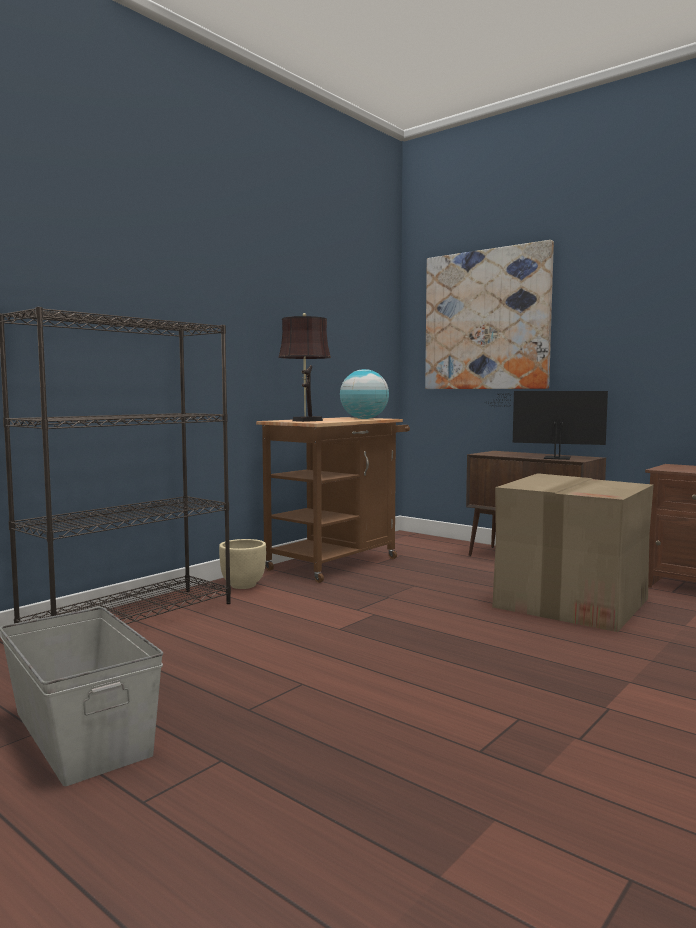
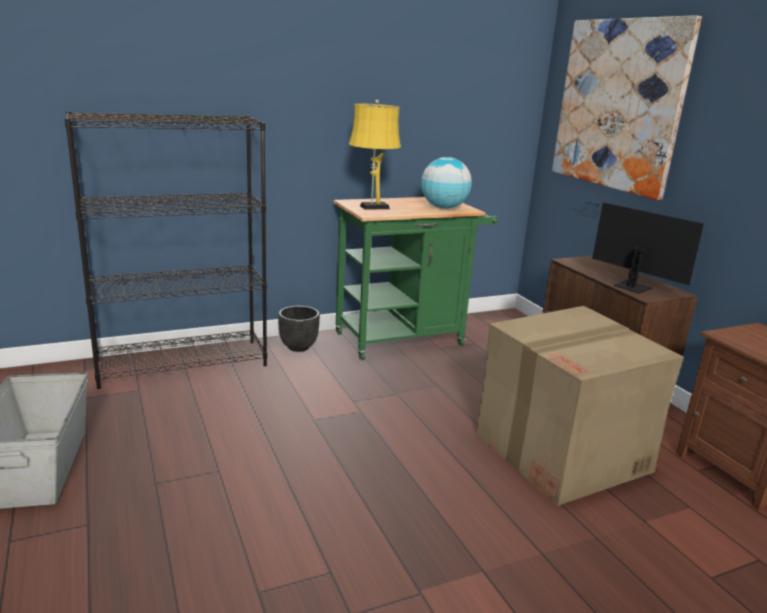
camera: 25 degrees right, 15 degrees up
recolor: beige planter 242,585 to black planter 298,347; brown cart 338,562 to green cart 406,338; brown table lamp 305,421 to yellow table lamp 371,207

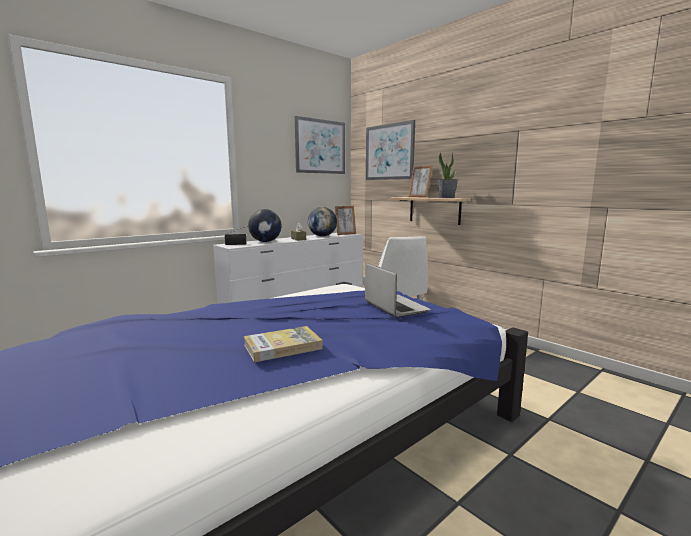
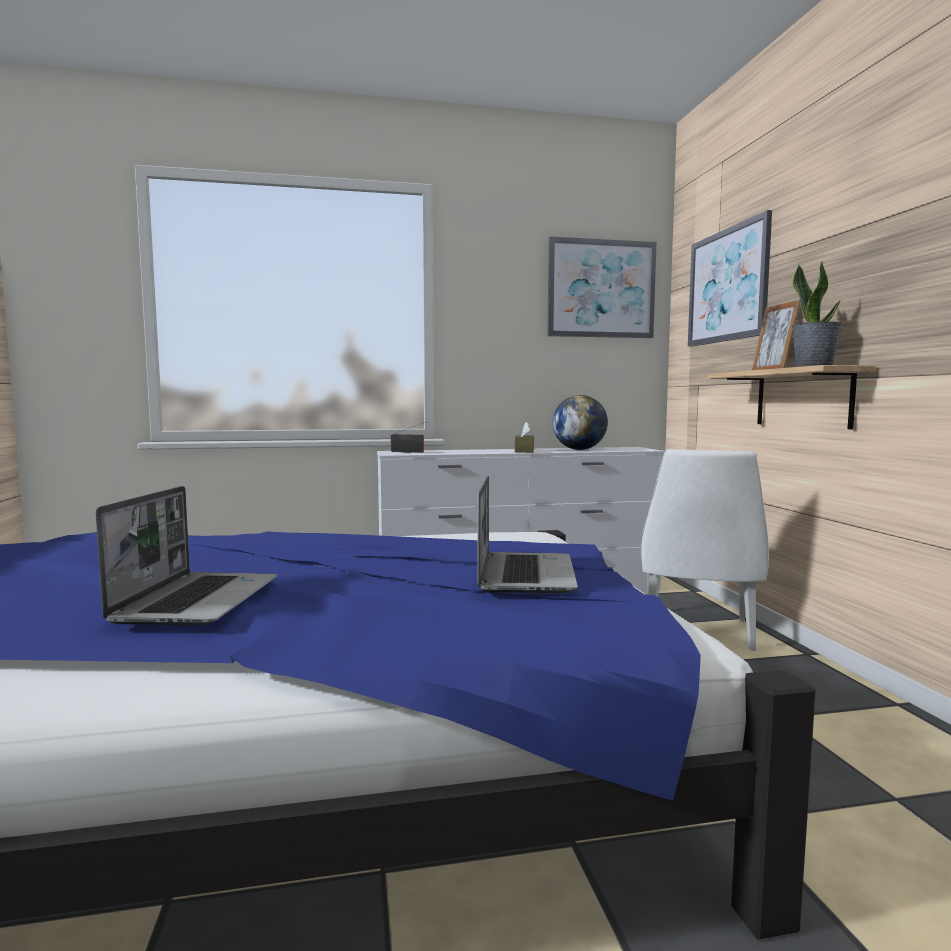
camera: 30 degrees right, 5 degrees down
delete: globe 265,241; picture frame 345,234
replace: book 282,347 to laptop 197,600

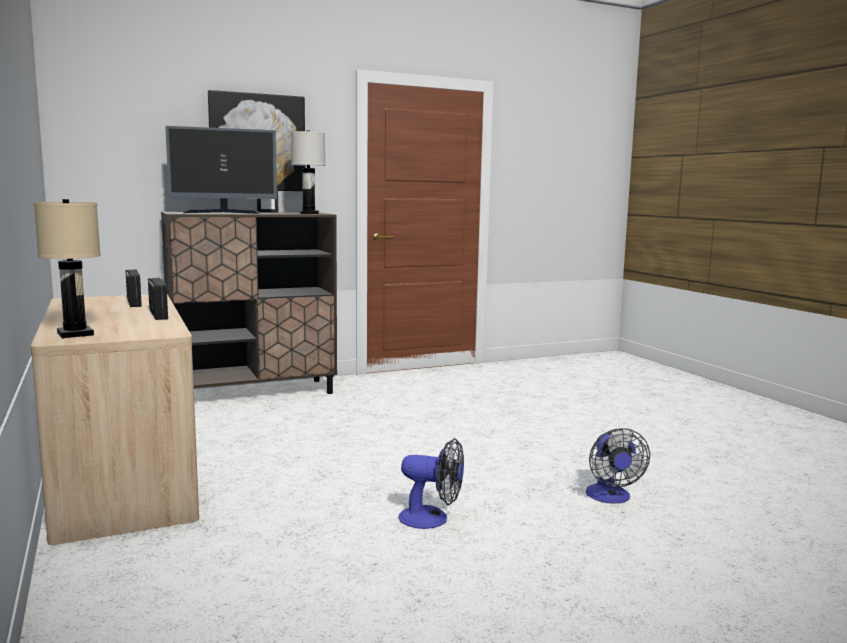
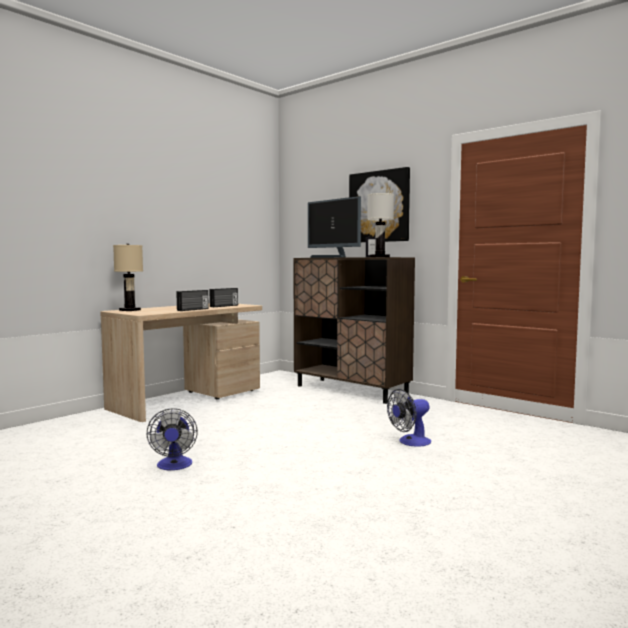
camera: 65 degrees right, 5 degrees down
move: fan 610,497 to 410,442

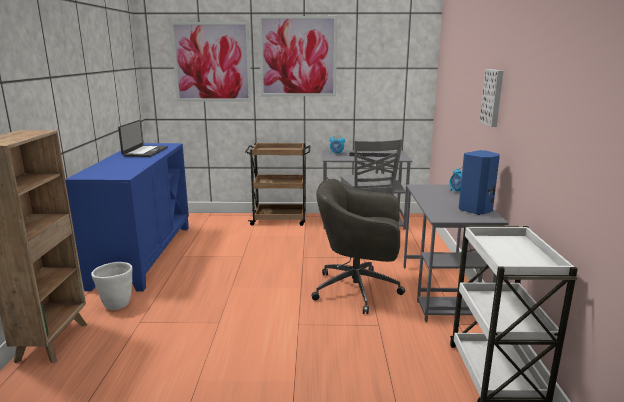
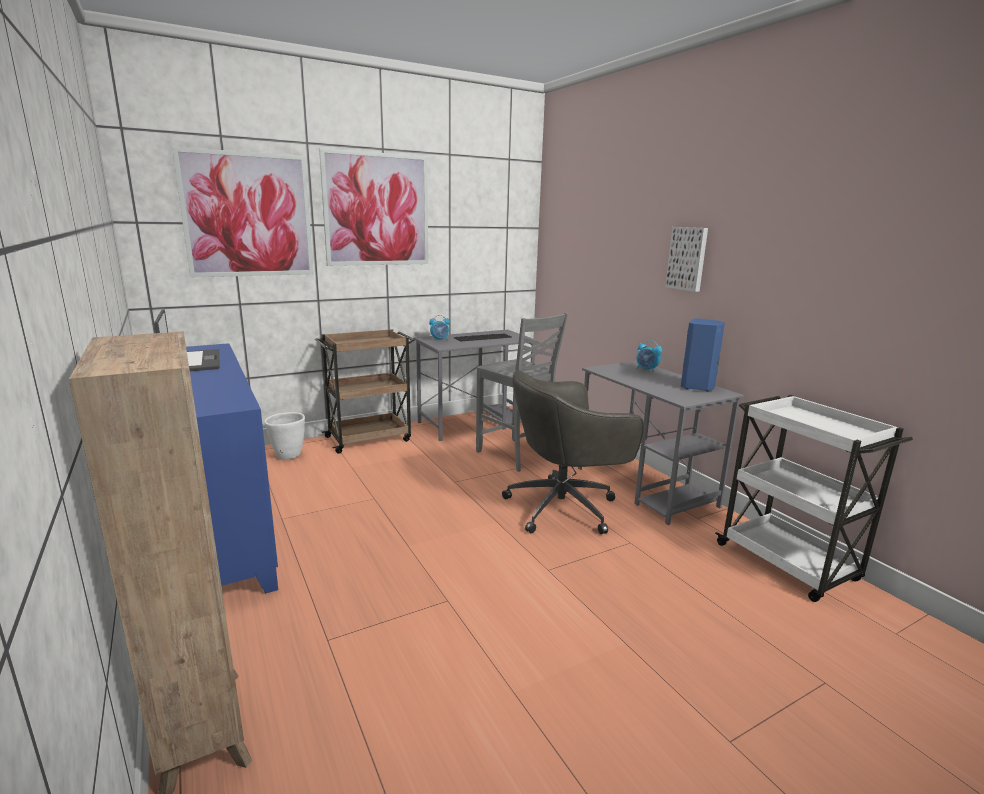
camera: 30 degrees left, 0 degrees up
move: white planter 116,305 to 288,455

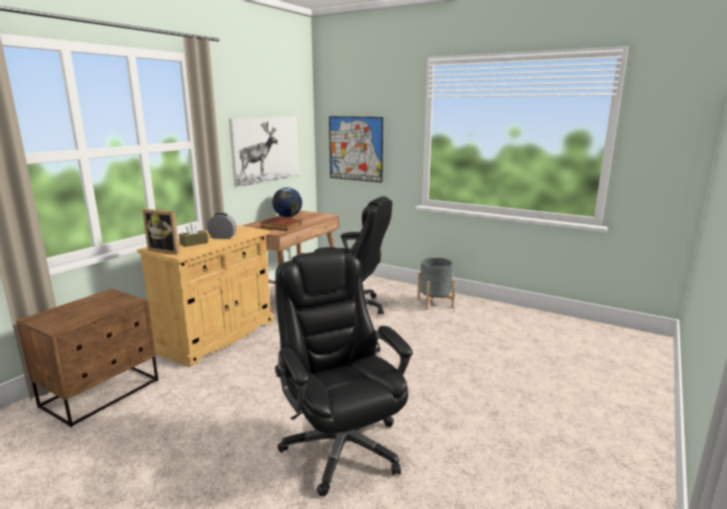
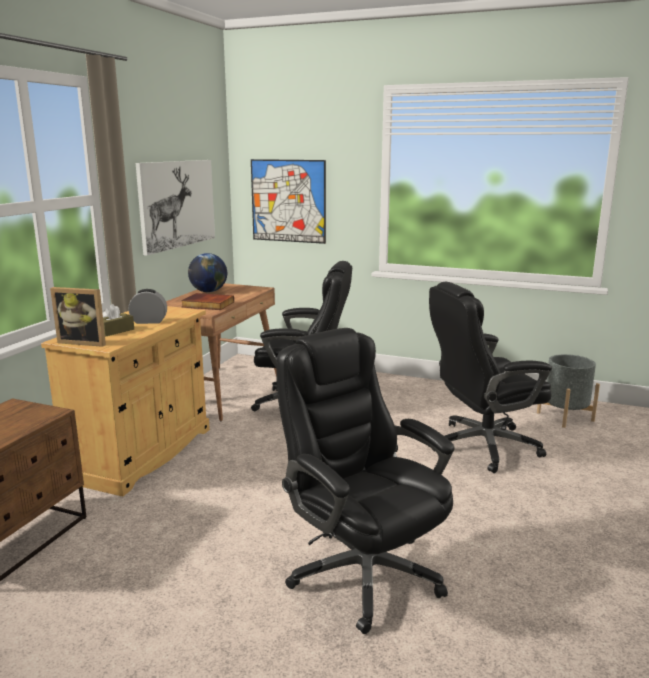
camera: 10 degrees left, 0 degrees up
insert: black office chair 482,446
move: grey planter 435,303 to 565,416

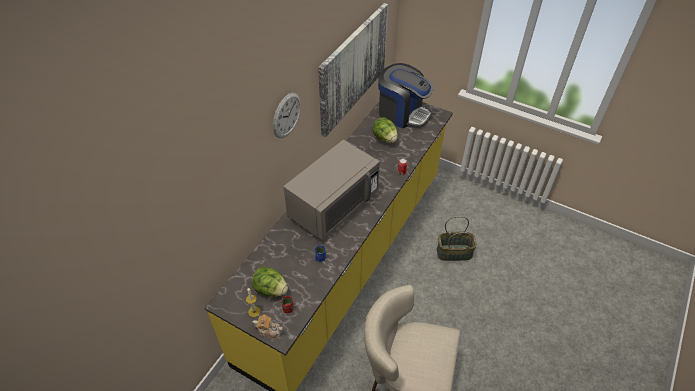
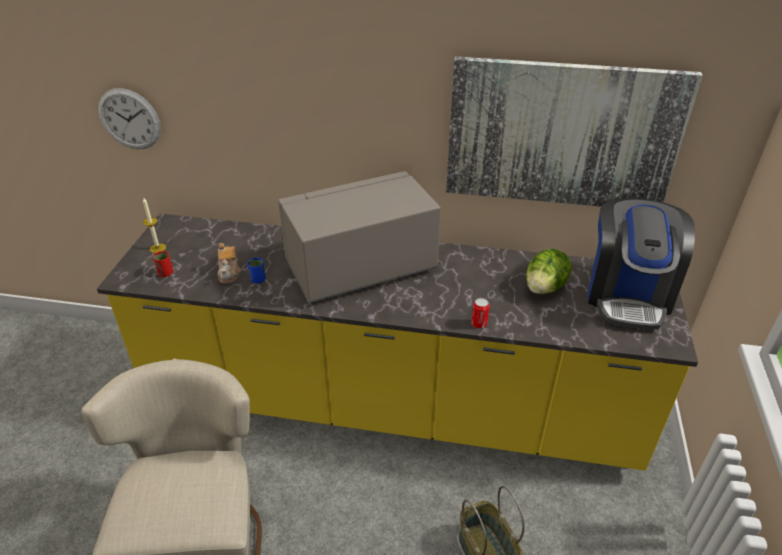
camera: 70 degrees right, 10 degrees down
delete: lettuce 270,289
move: teapot 269,330 to 229,273; wall clock 286,115 to 129,119
rotate: grey microwave 333,206 = 360,268 135 degrees clockwise

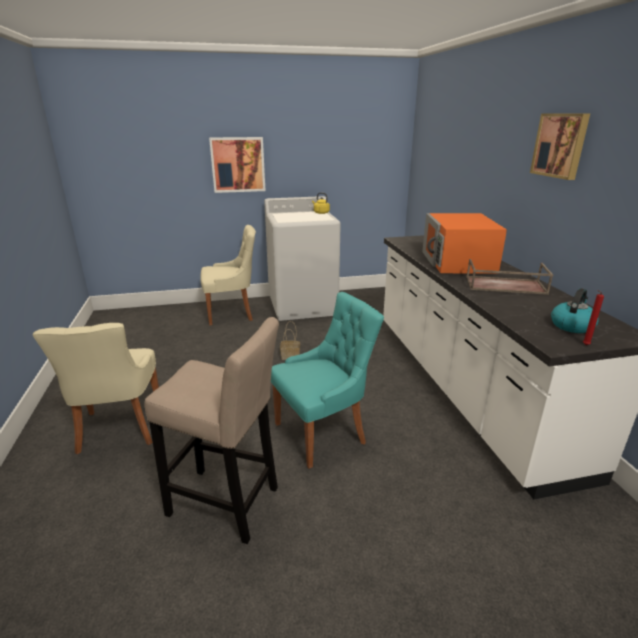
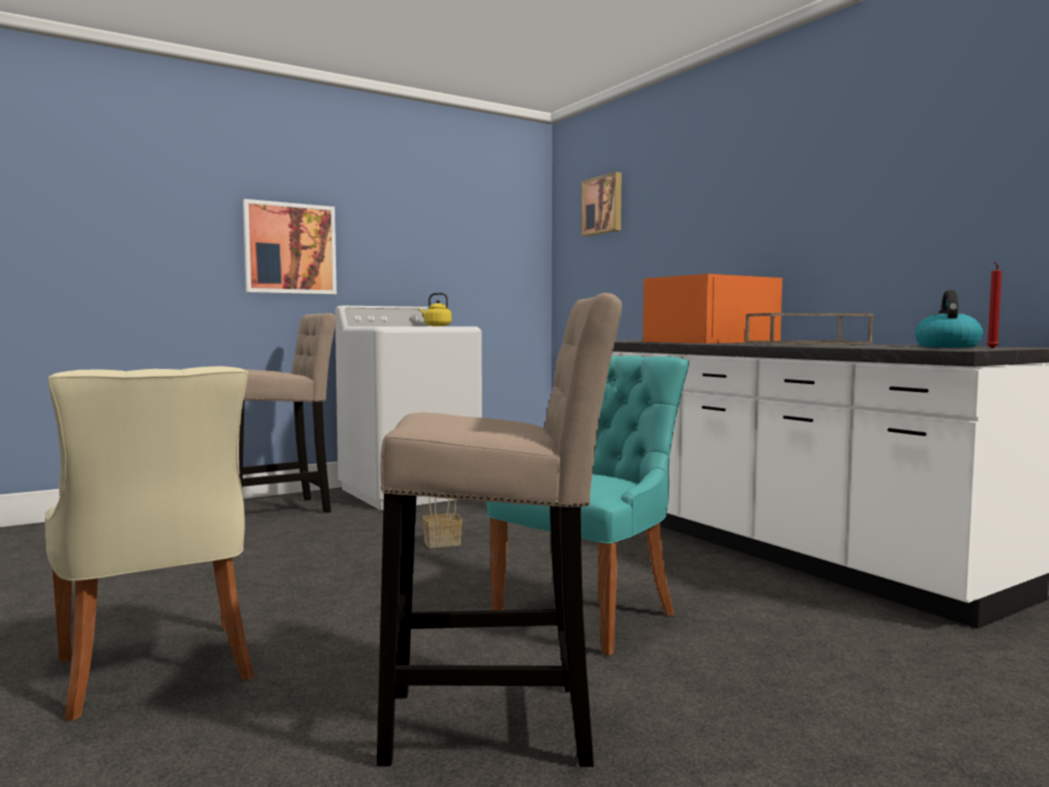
camera: 20 degrees left, 20 degrees down
move: picture 560,145 to 603,205
replace: beige chair 232,313 to beige stool 282,510
rotate: orange microwave 458,262 = 709,342 75 degrees clockwise

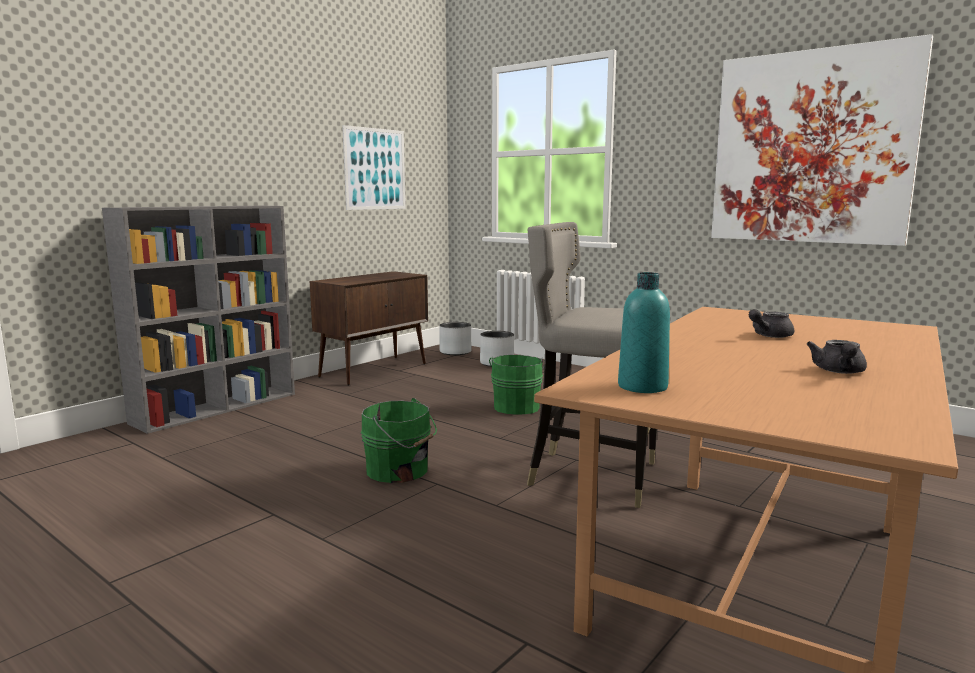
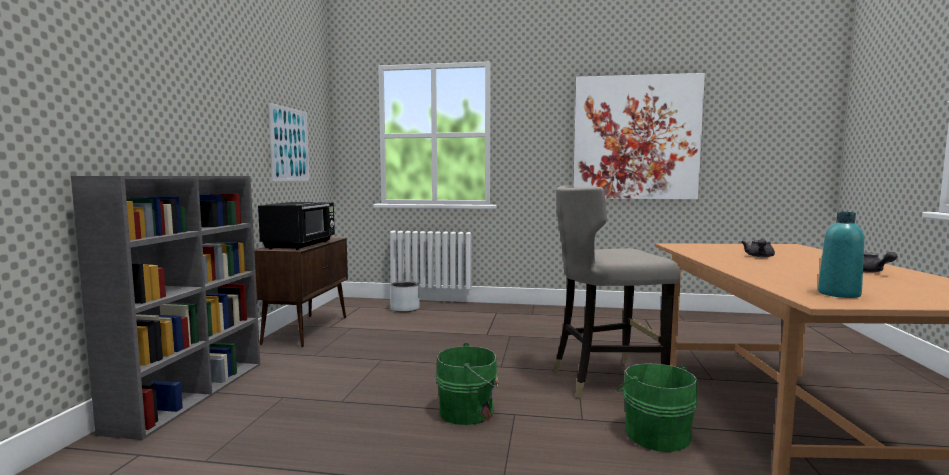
camera: 30 degrees left, 5 degrees down
delete: grey planter 455,352
insert: black microwave 301,245
move: green bucket 517,406 to 655,434

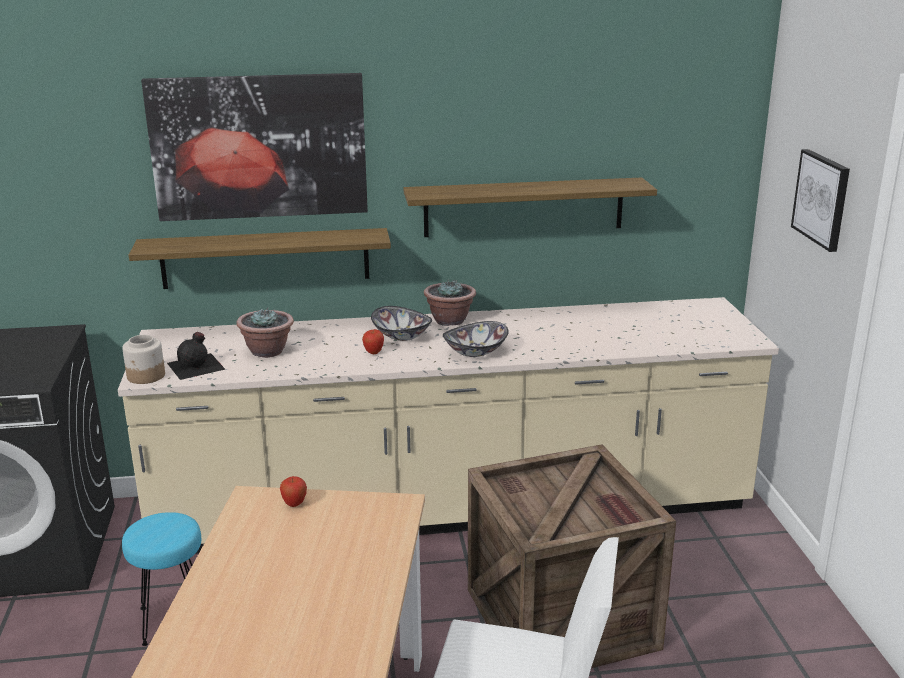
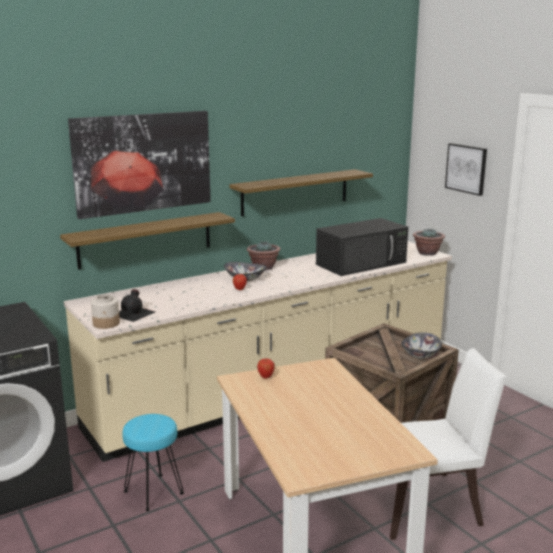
camera: 25 degrees left, 5 degrees down
insert: black microwave 362,263
move: potted plant 267,351 to 427,253; bowl 476,352 to 421,355

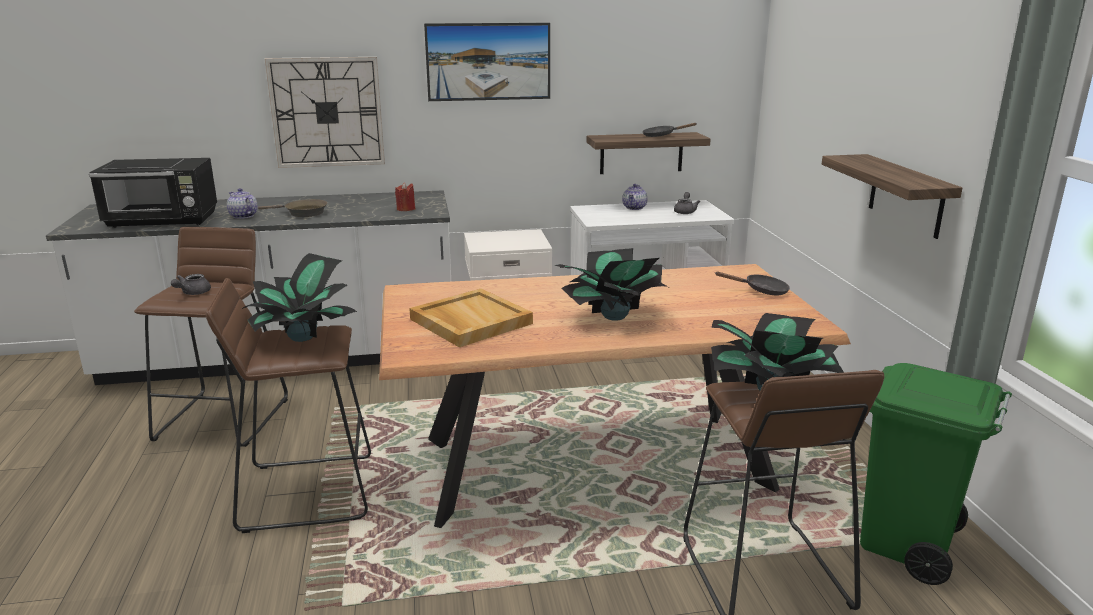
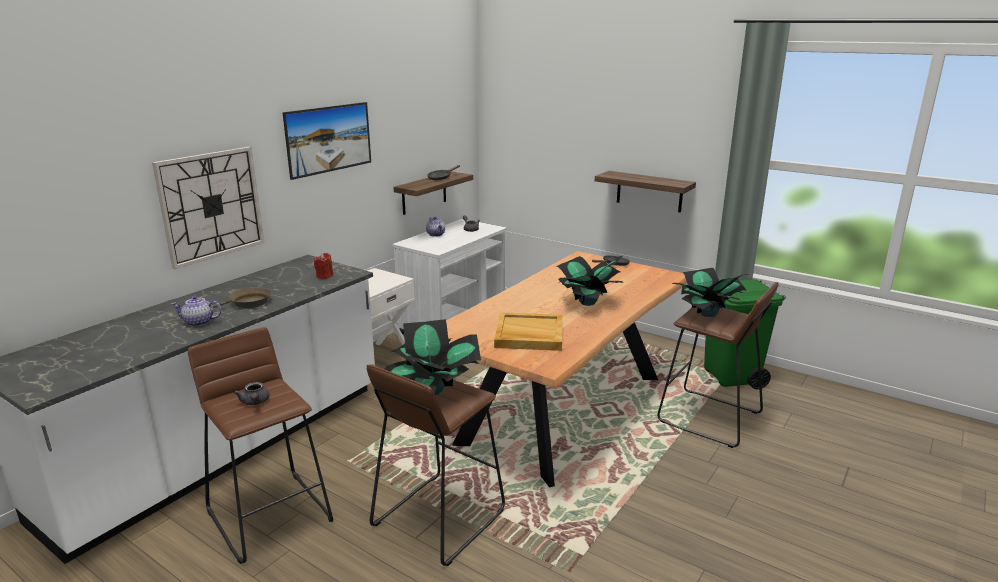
camera: 45 degrees left, 0 degrees up
delete: black microwave 163,221

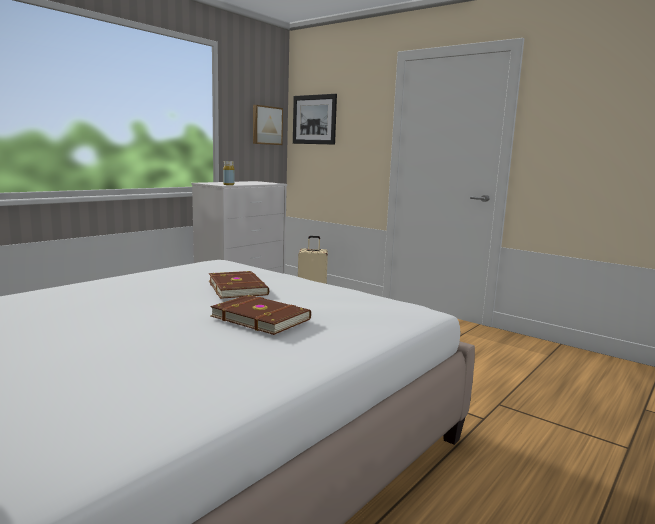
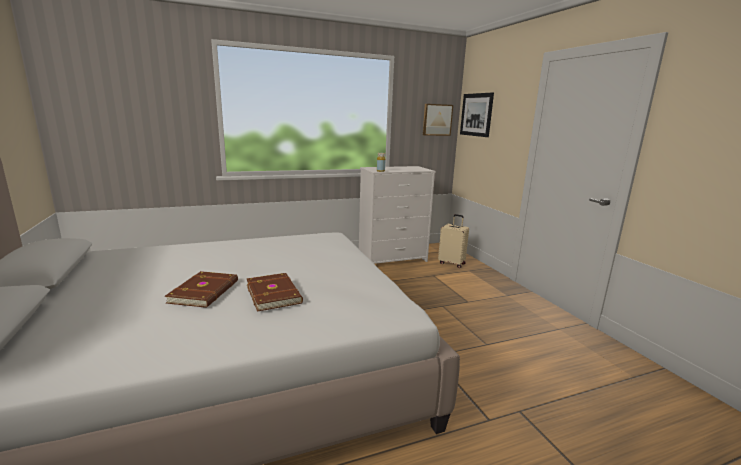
camera: 30 degrees right, 5 degrees up
move: brown book 238,288 to 205,291

